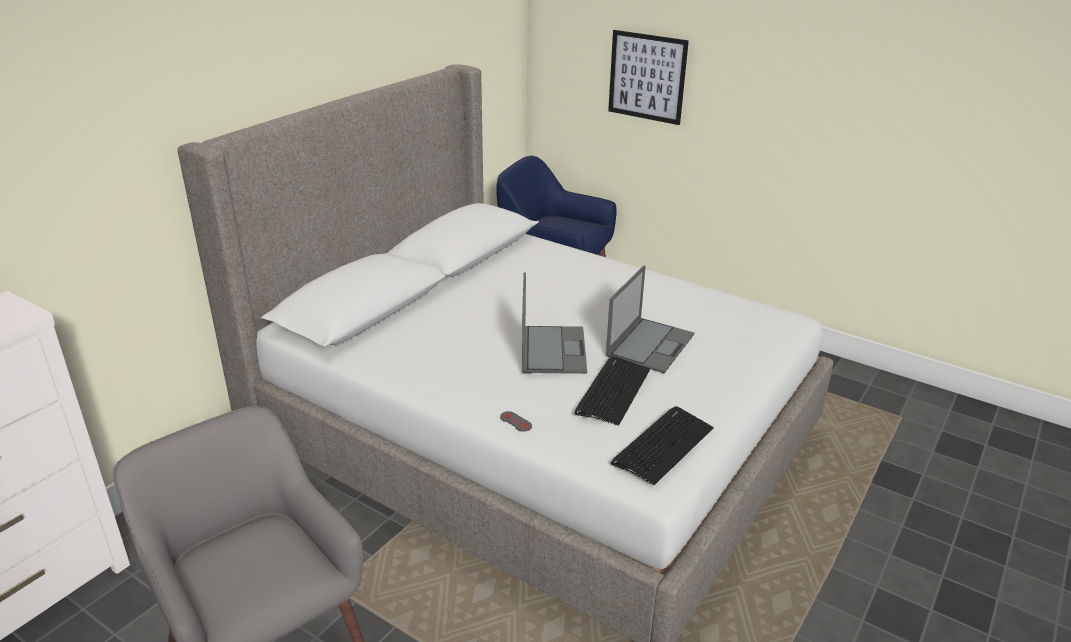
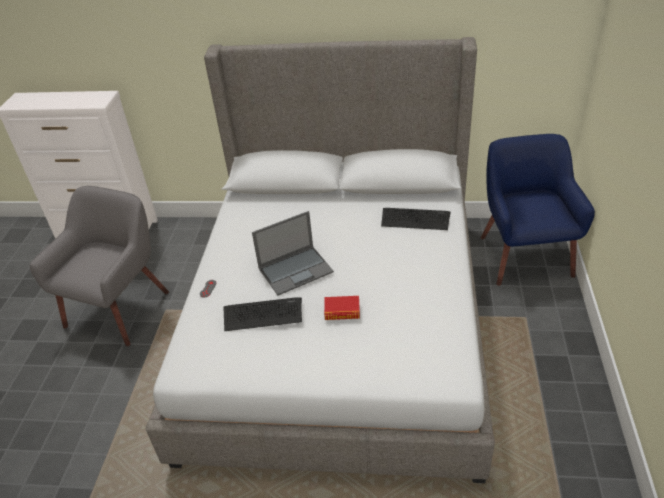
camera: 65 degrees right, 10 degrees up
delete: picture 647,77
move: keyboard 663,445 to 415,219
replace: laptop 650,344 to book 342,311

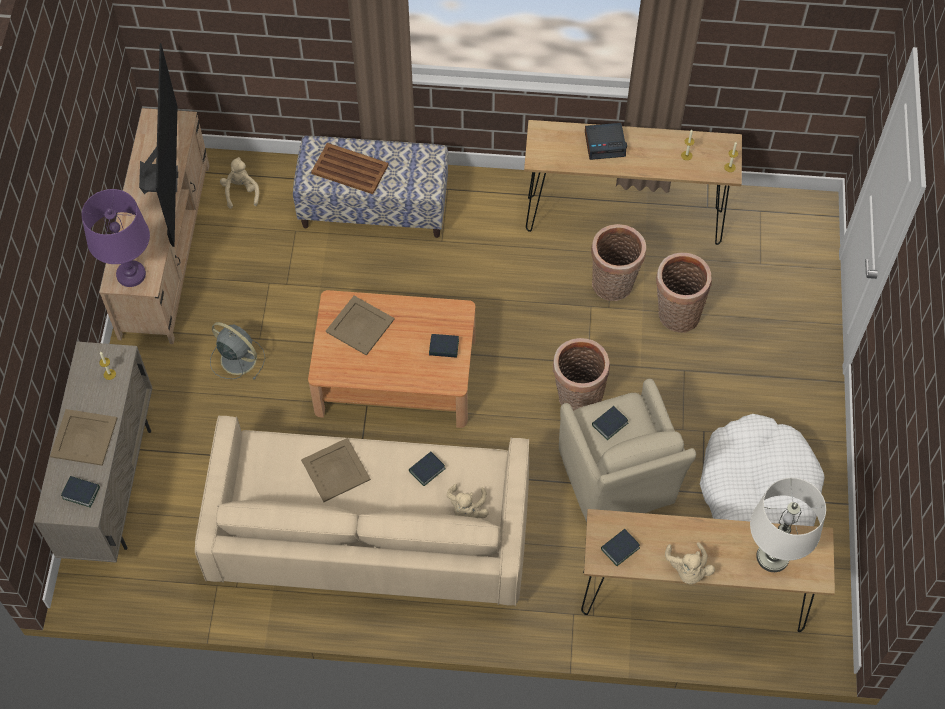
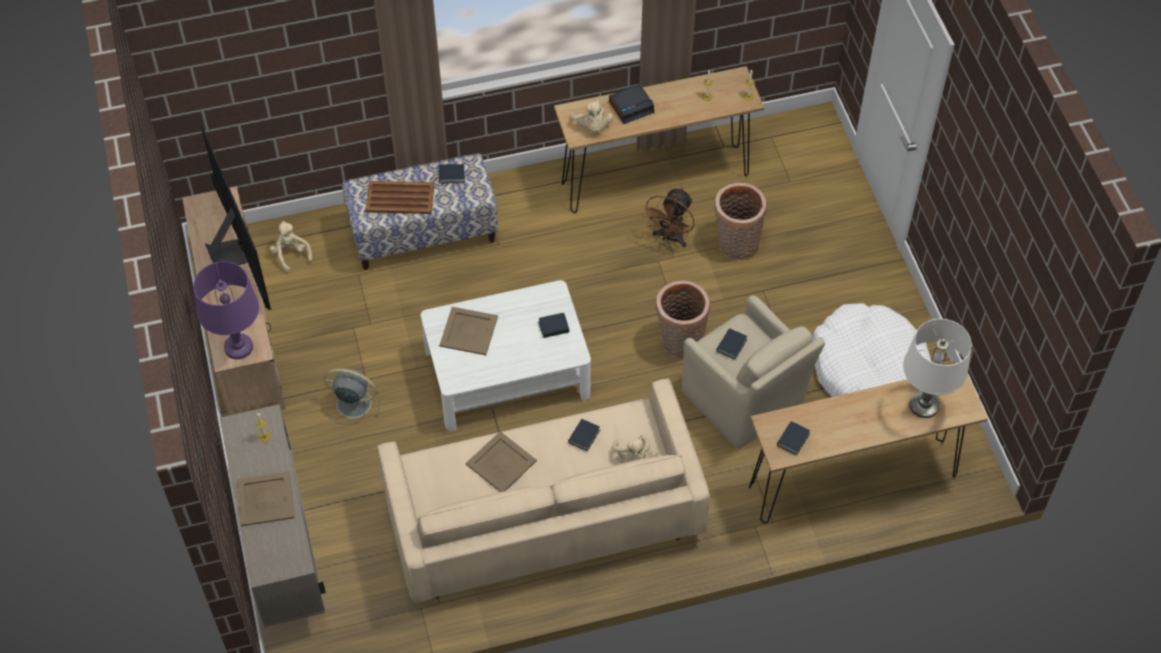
camera: 20 degrees left, 5 degrees down
move: book 81,492 to 451,175; beige plush toy 687,570 to 592,126
replace: basket 613,286 to brown fan 670,238
recolor: brown coffee table 395,375 to white coffee table 507,373

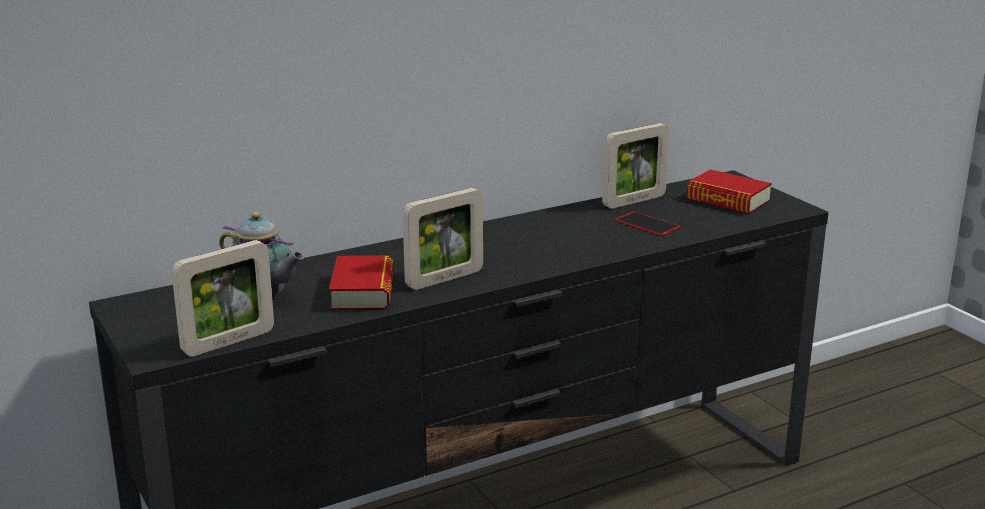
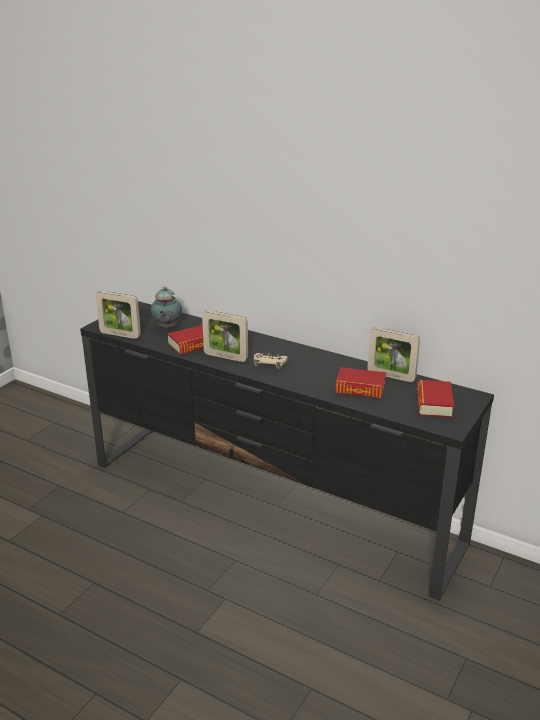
camera: 60 degrees right, 5 degrees up
insert: beige game controller 270,363
replace: phone 647,224 to book 360,388

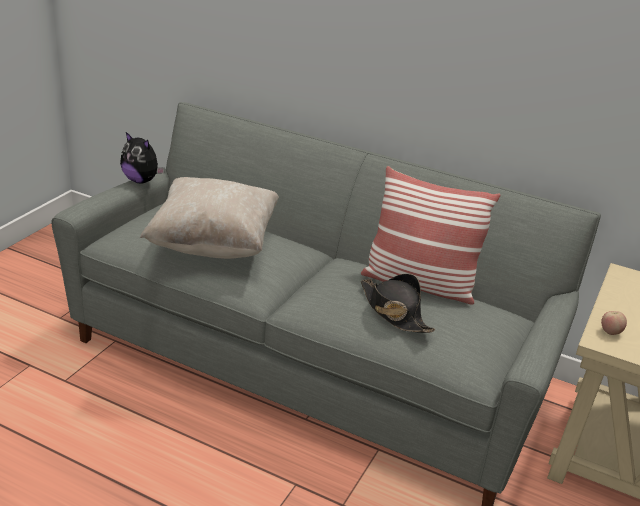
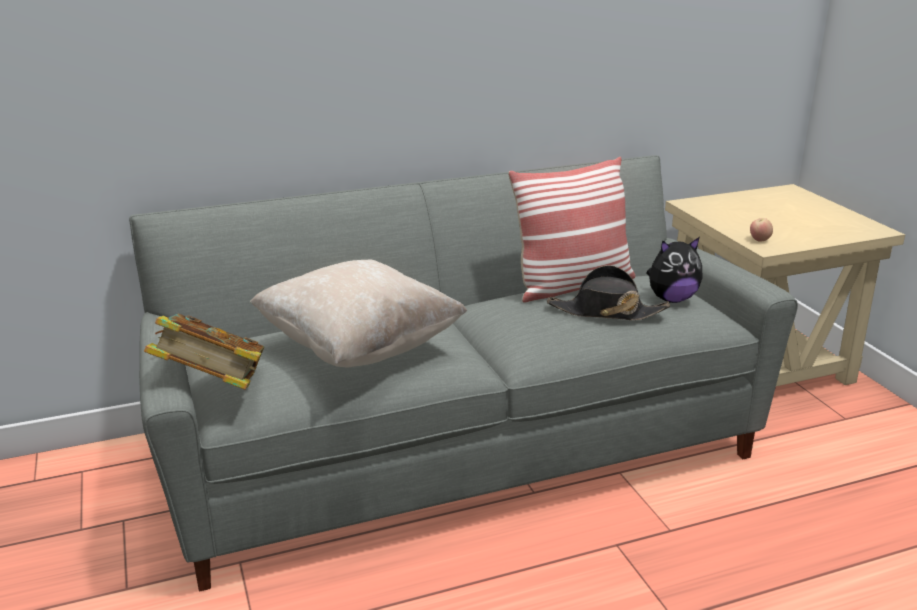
camera: 45 degrees left, 5 degrees down
insert: book 212,387
move: plush toy 142,180 to 671,299

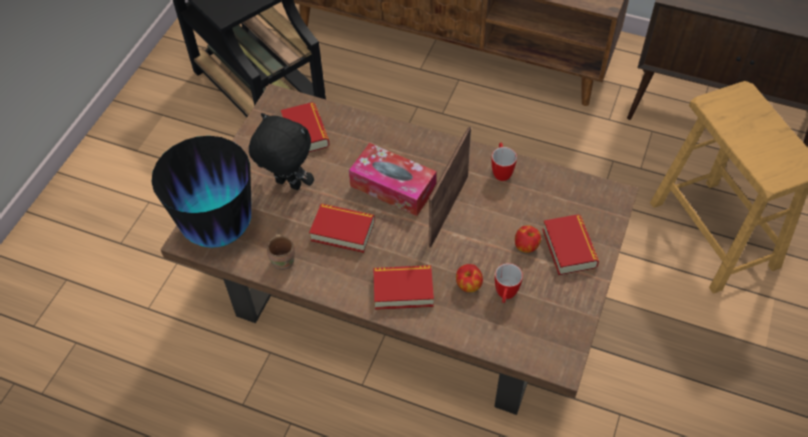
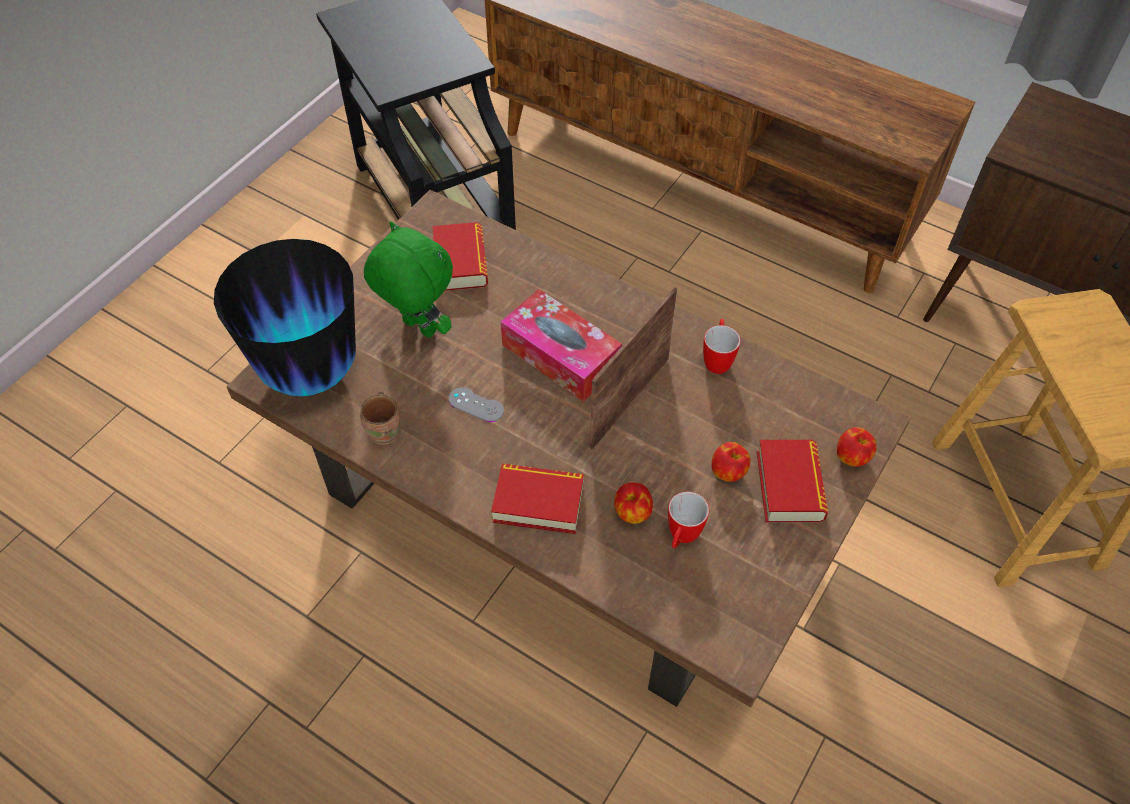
camera: 10 degrees right, 0 degrees up
insert: apple 852,457
replace: book 343,231 to grey game controller 476,405
recolor: black plush toy 287,185 to green plush toy 417,328

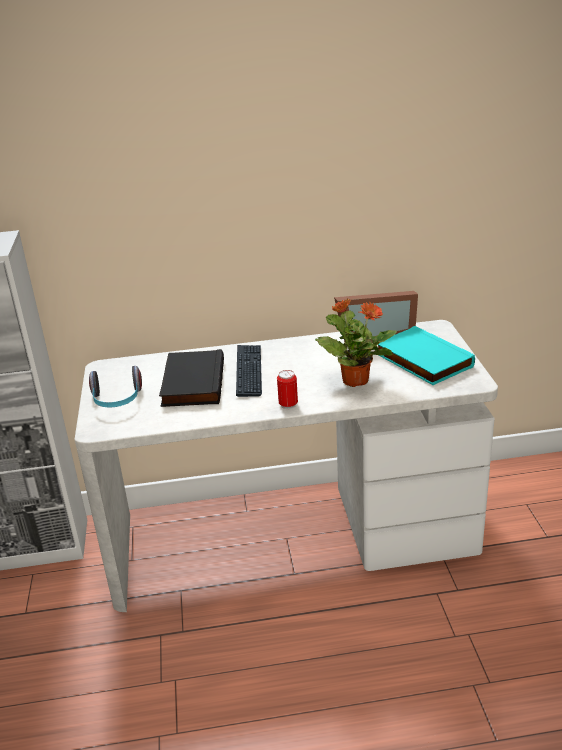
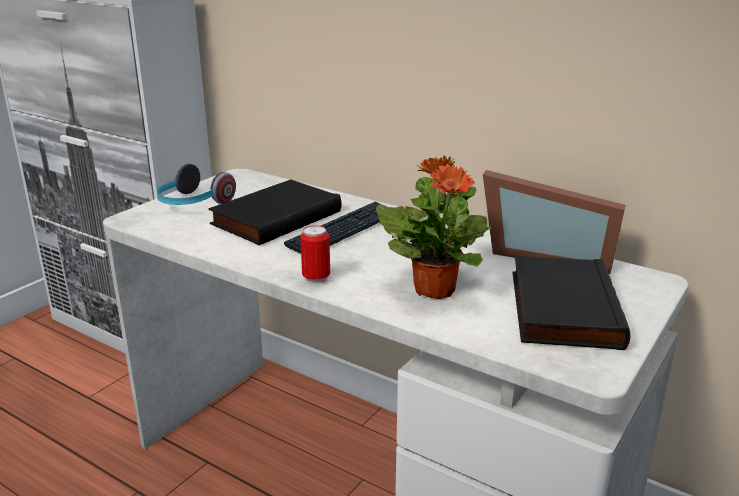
camera: 40 degrees right, 5 degrees down
recolor: turquoise book 421,360 to black book 560,308

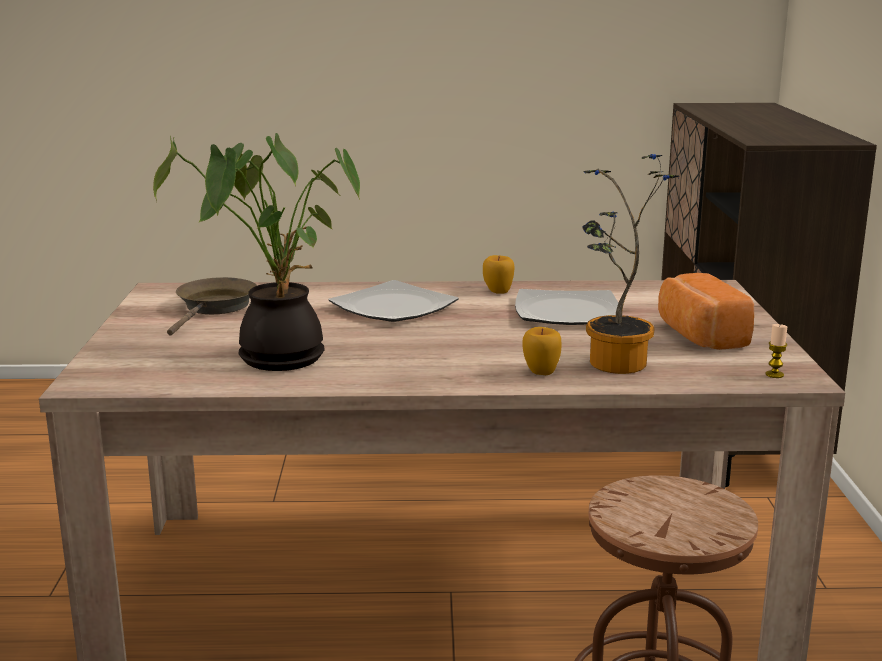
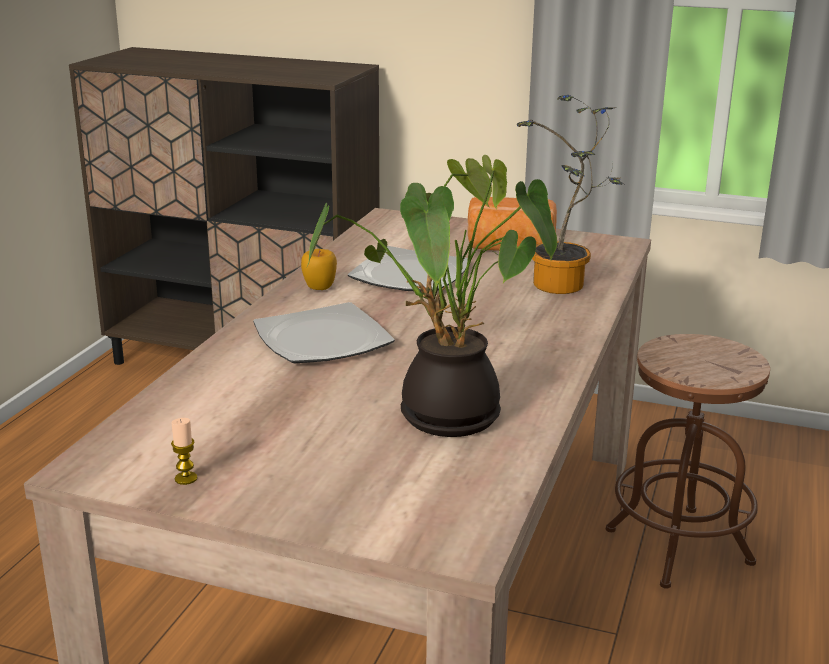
camera: 70 degrees left, 5 degrees up
delete: brown frying pan 215,308; apple 540,372
move: candle 774,374 to 186,478

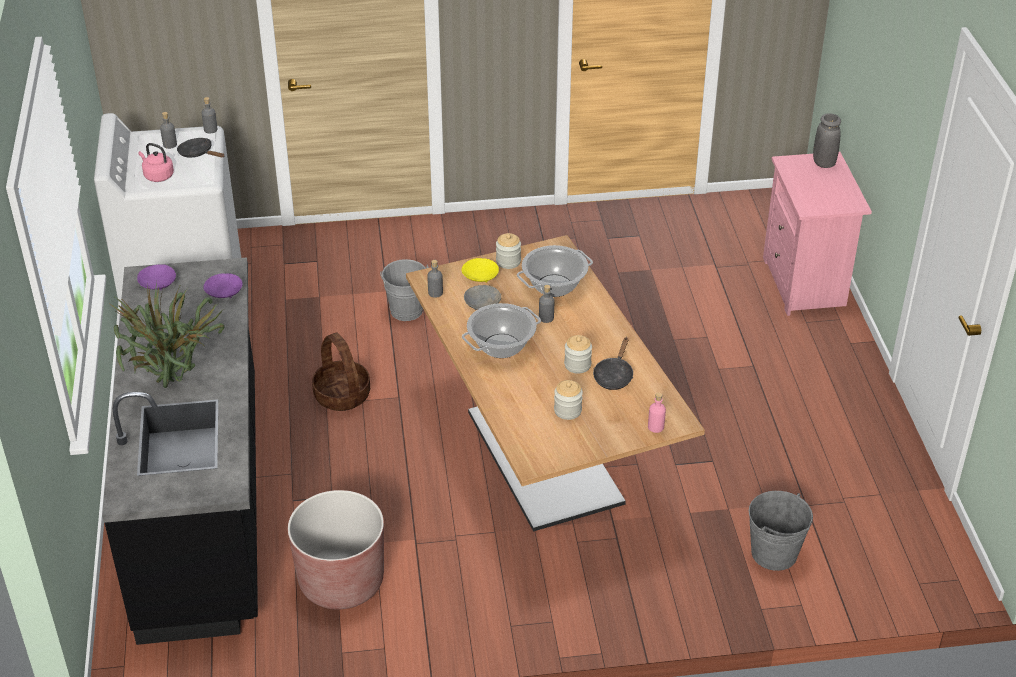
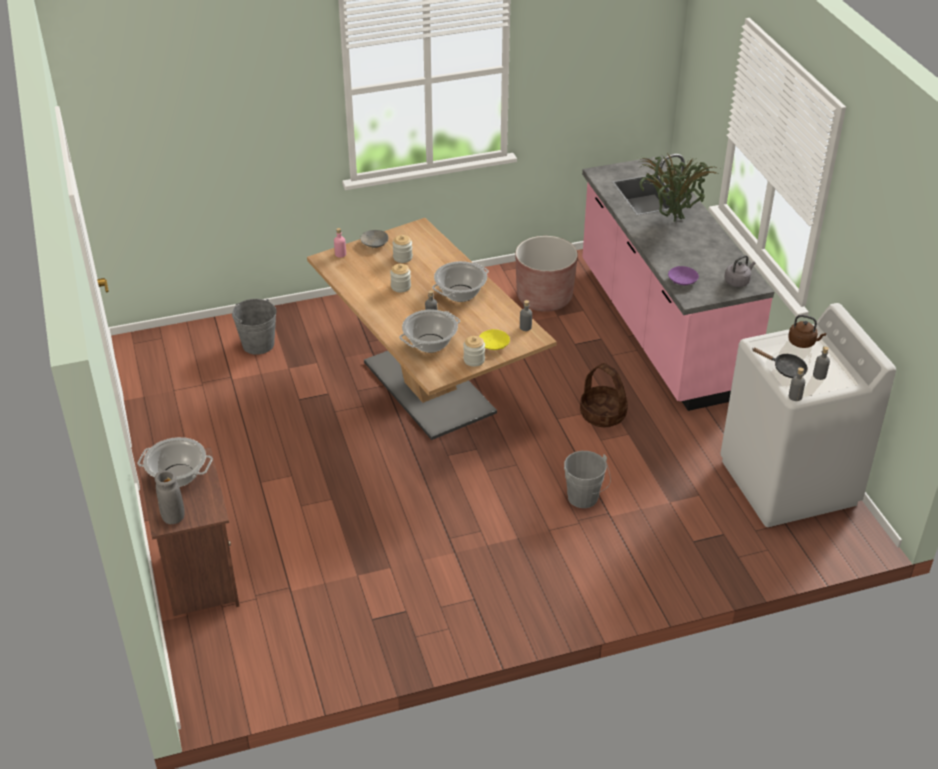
camera: 170 degrees right, 0 degrees up
delete: black frying pan 614,376
insert: cooking pot 177,476
move: grey bowl 483,303 to 374,243
replace: purple bowl 157,283 to grey kettle 737,281
recolor: black counter 204,504 to pink counter 660,329; pink kettle 157,176 to brown kettle 803,342; pink nightstand 805,284 to brown nightstand 198,578

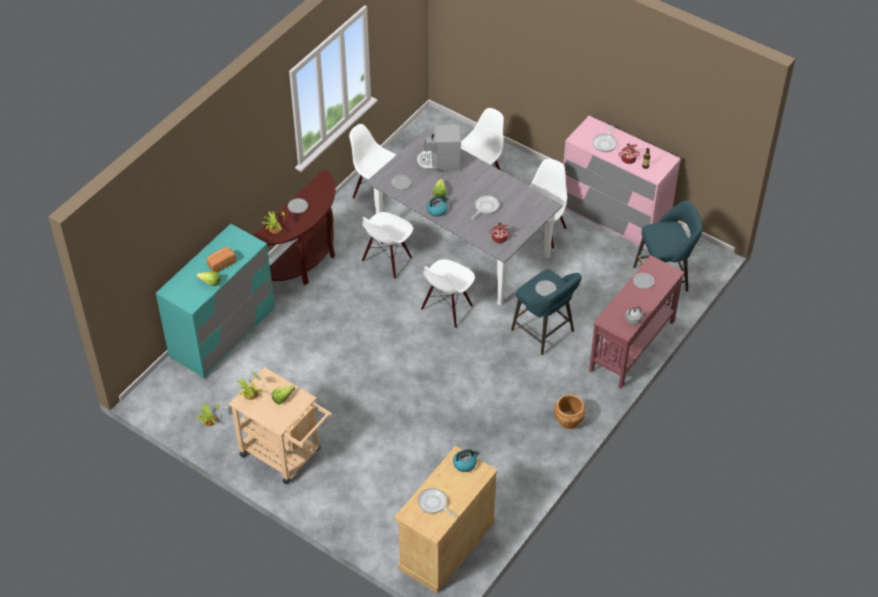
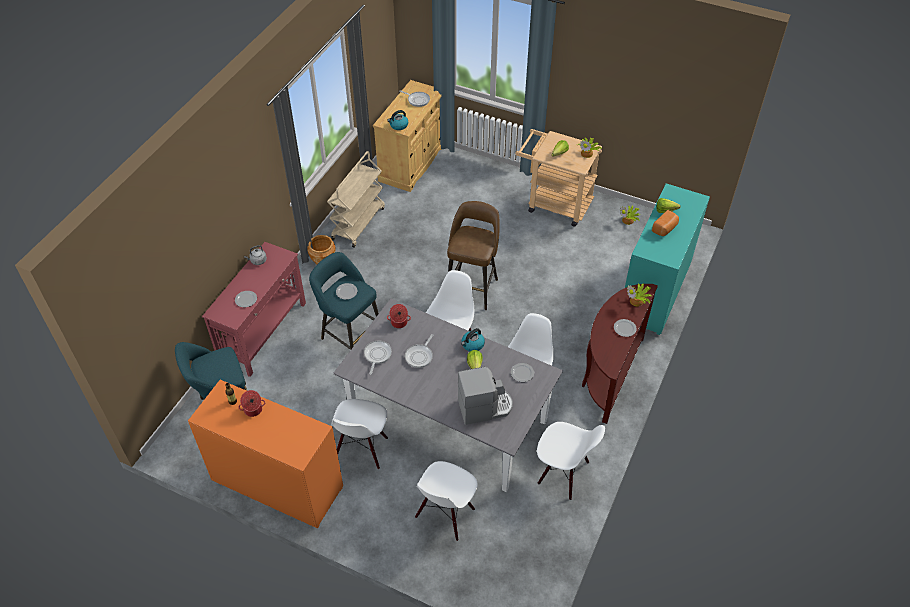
camera: 170 degrees right, 0 degrees up
insert: beige cart 358,223; brown stool 472,288
move: frying pan 605,143 to 377,355
recolor: pink dresser 614,216 to orange dresser 277,484

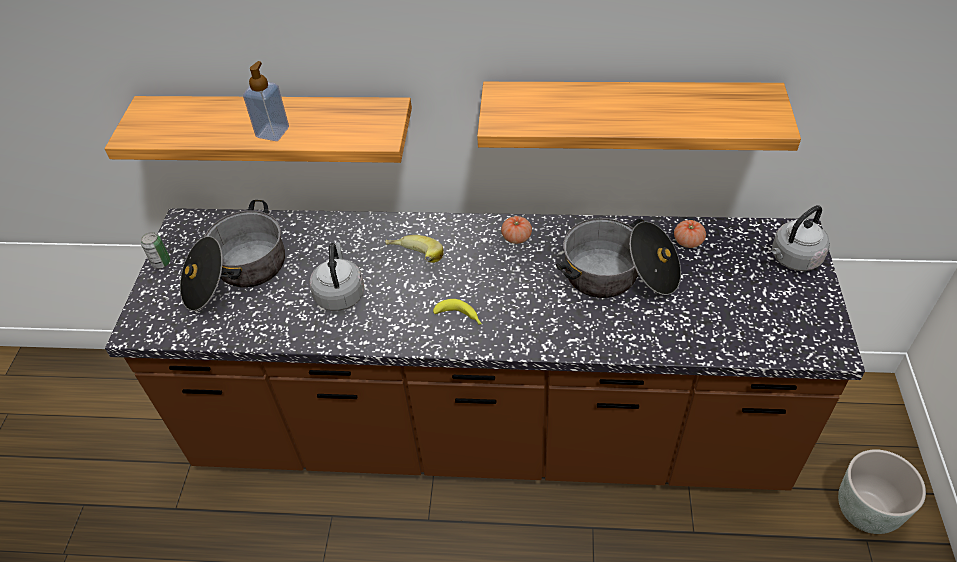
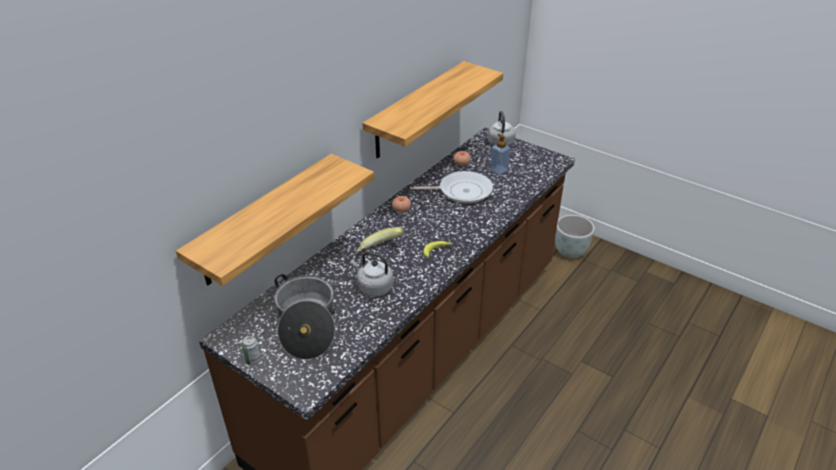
camera: 60 degrees left, 10 degrees down
move: soap dispenser 272,132 to 499,170
replace: cooking pot 619,275 to frying pan 462,191

